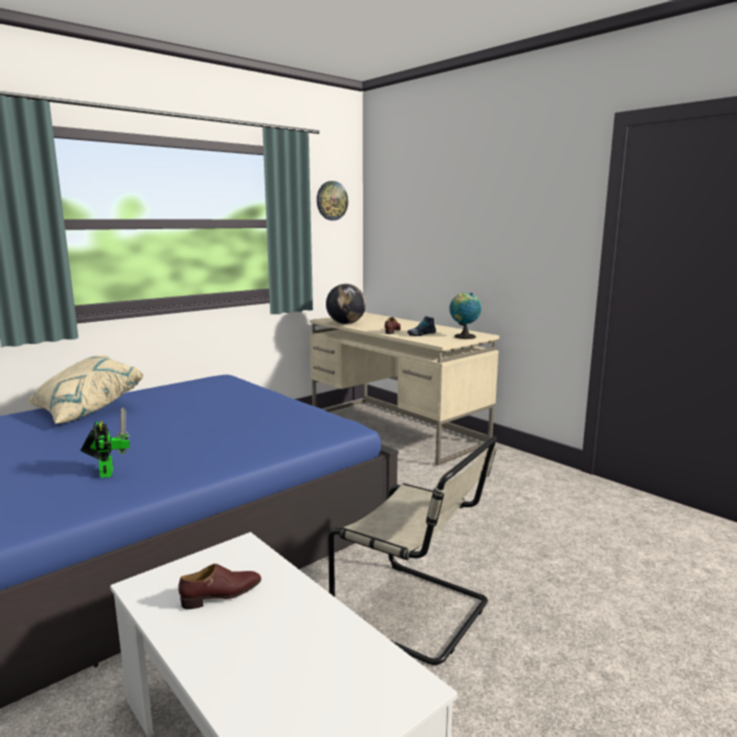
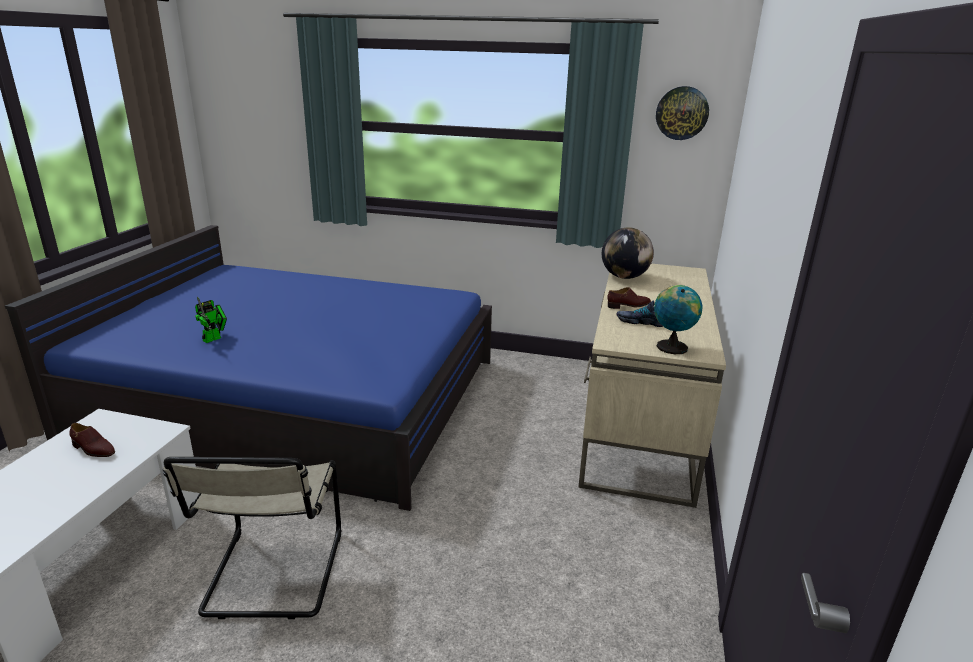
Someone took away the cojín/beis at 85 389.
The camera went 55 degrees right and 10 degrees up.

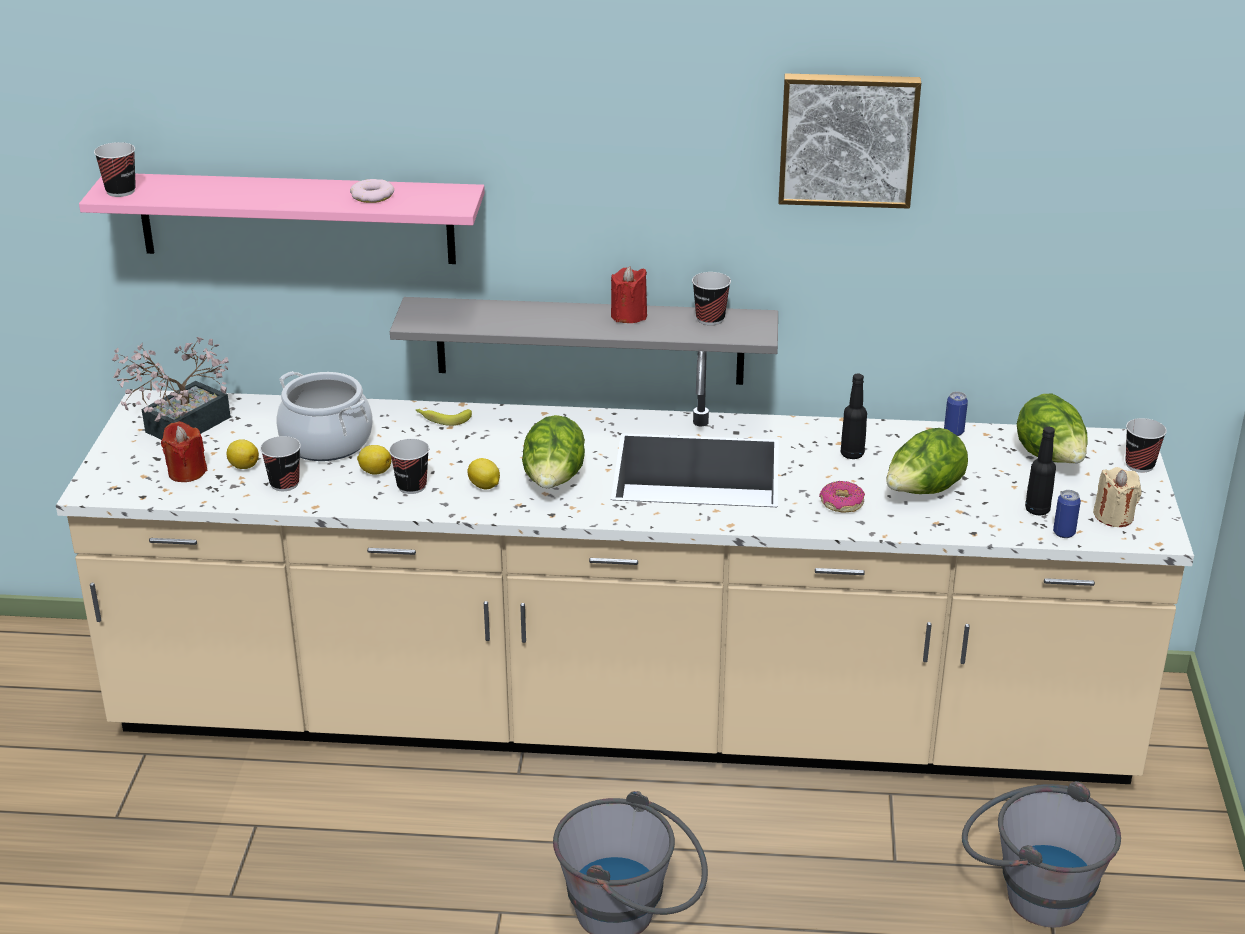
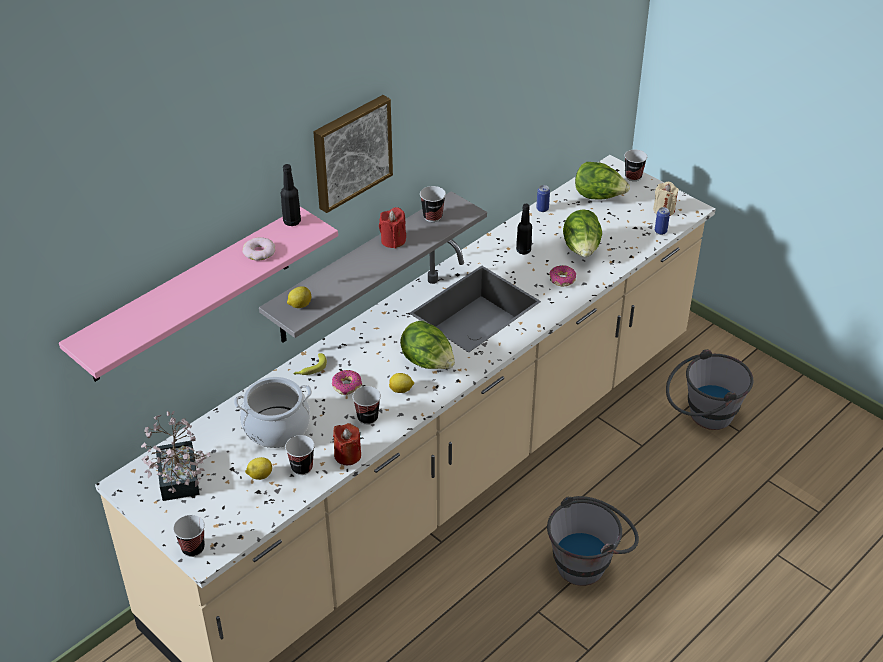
Someone put down the rosquilla at 347 382.
Someone carried the taza from 115 169 to 189 536.
Someone carried the vela/rojo from 184 451 to 347 444.
Someone carried the limón from 374 459 to 299 297.
Someone carried the cuadro from 849 141 to 353 154.
Someone carried the botella/negro from 1040 471 to 291 195.
The camera went 50 degrees left and 10 degrees up.

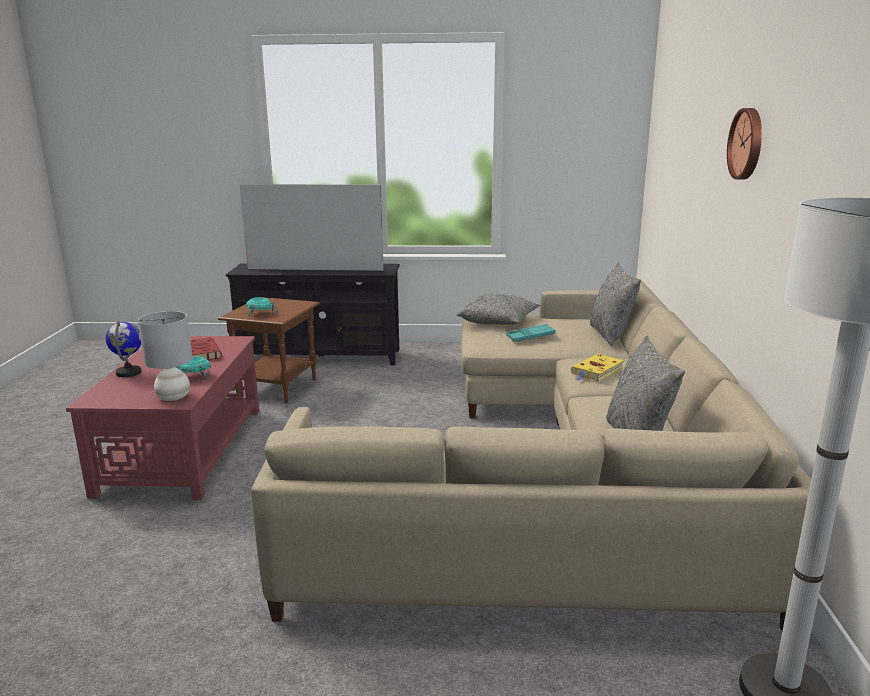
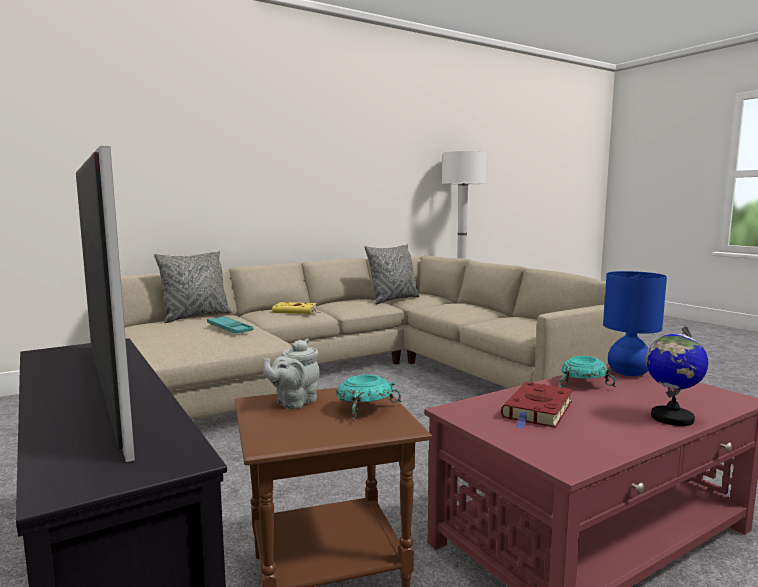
Someone took away the cojín/gris at 498 309.
Someone took away the reloj de pared at 744 144.
Someone put down the tetera/gris at 291 374.
Someone repainted the lámpara de mesa/gris at 165 356, which became the lámpara de mesa/azul at 635 323.
The camera went 125 degrees left and 10 degrees down.

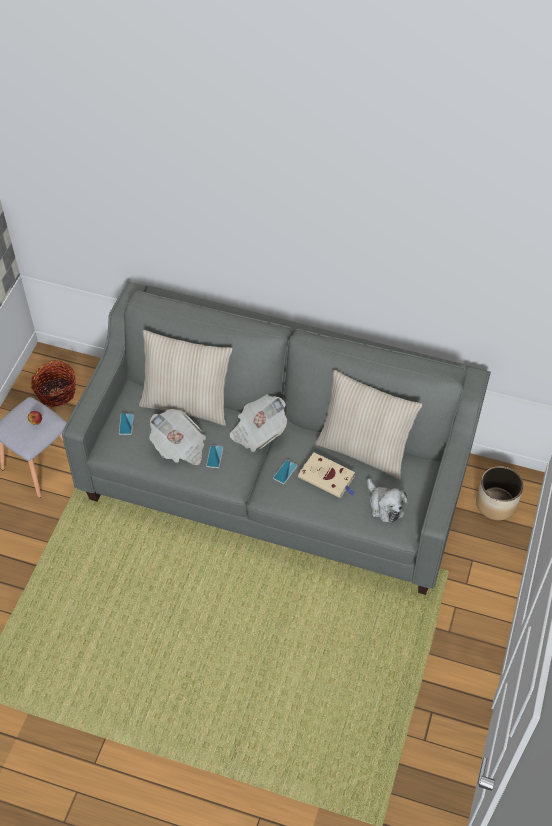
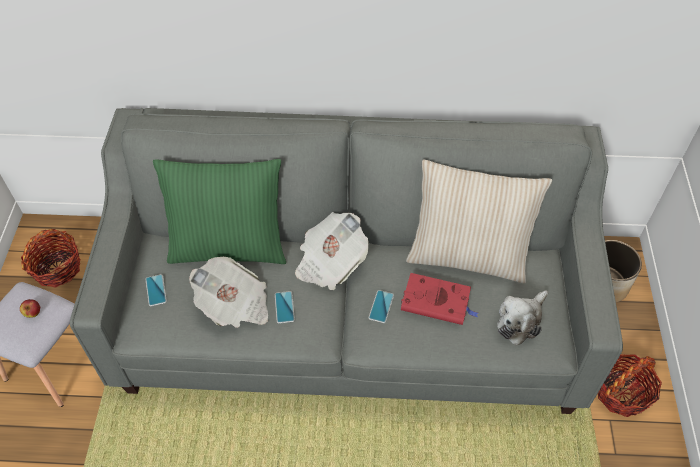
Someone put down the cesta at 630 385.
Someone repainted the cojín/beis at 186 378, which became the cojín/verde at 219 211.
Someone repainted the libro/beis at 326 475, which became the libro/rojo at 439 299.
Someone rotated the peluche at 387 500 by 90 degrees clockwise.
The camera went 15 degrees left and 0 degrees up.

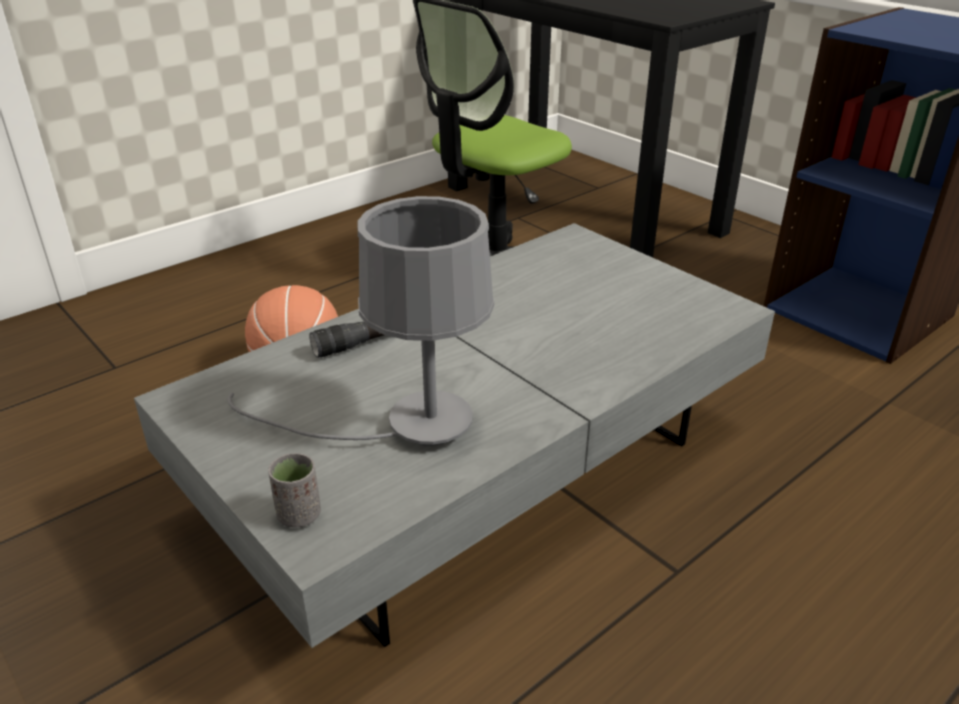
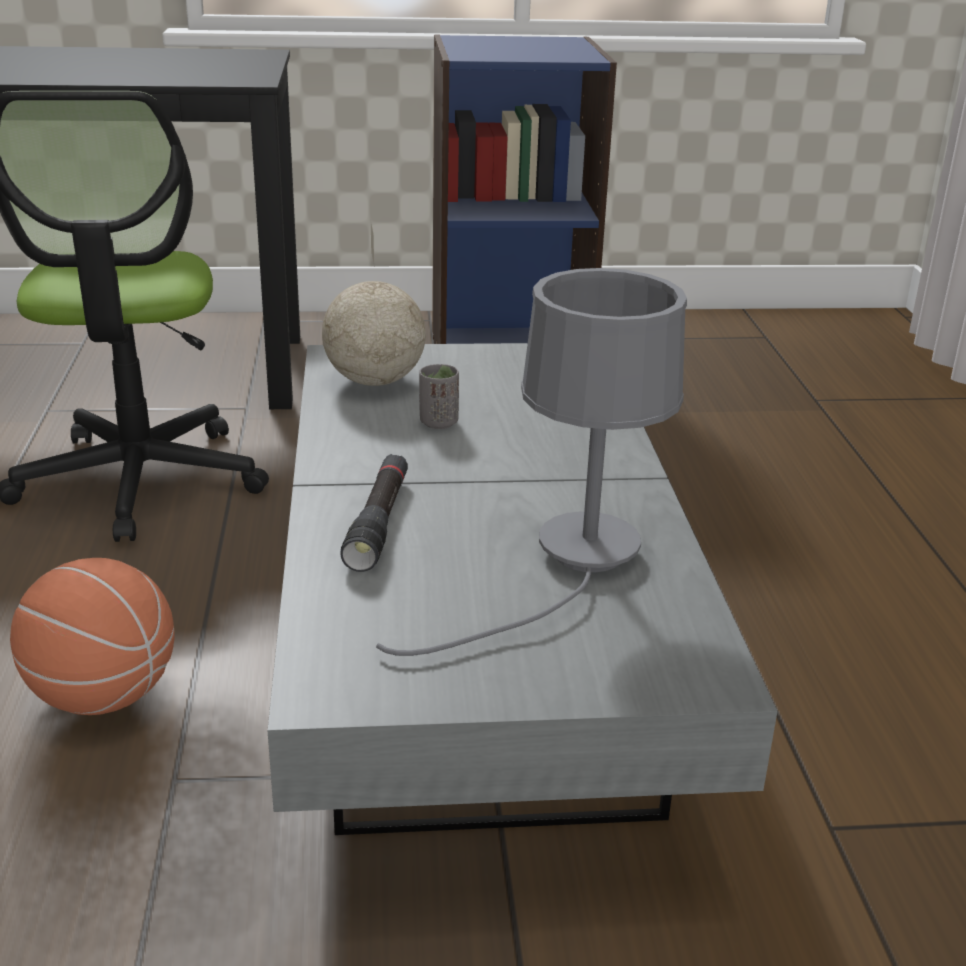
Someone put down the globo terráqueo at 374 305.
Someone carried the taza/gris from 294 490 to 439 396.
The camera went 55 degrees left and 5 degrees down.

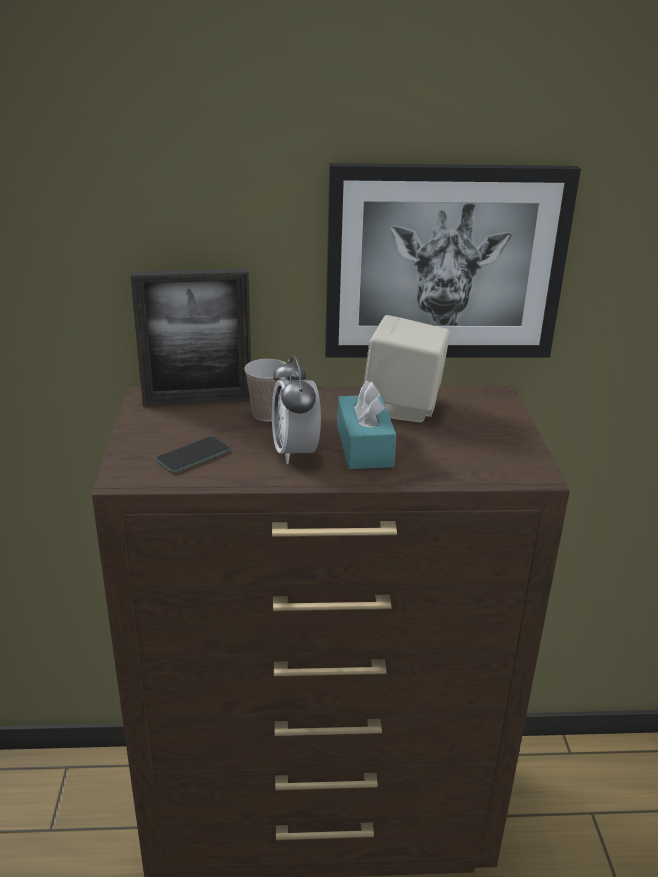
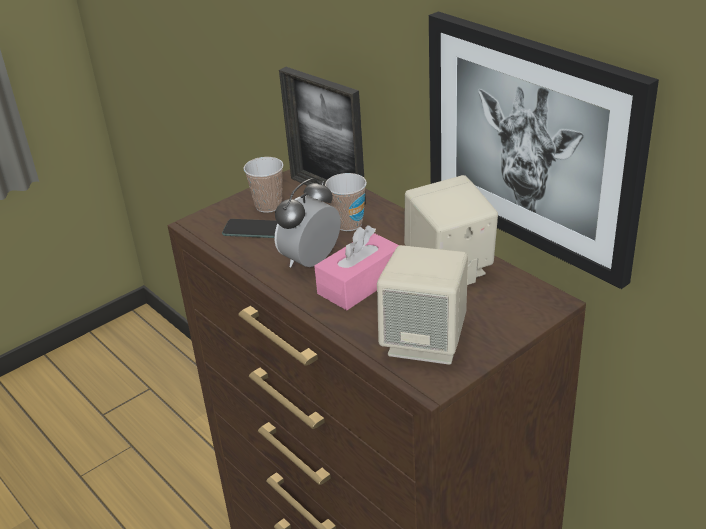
Someone put down the taza at 263 185.
Someone put down the altavoz/beis at 422 305.
Someone repainted the caja de pañuelos/turquesa at 366 424, which became the caja de pañuelos/rosa at 356 267.
The camera went 55 degrees right and 5 degrees up.

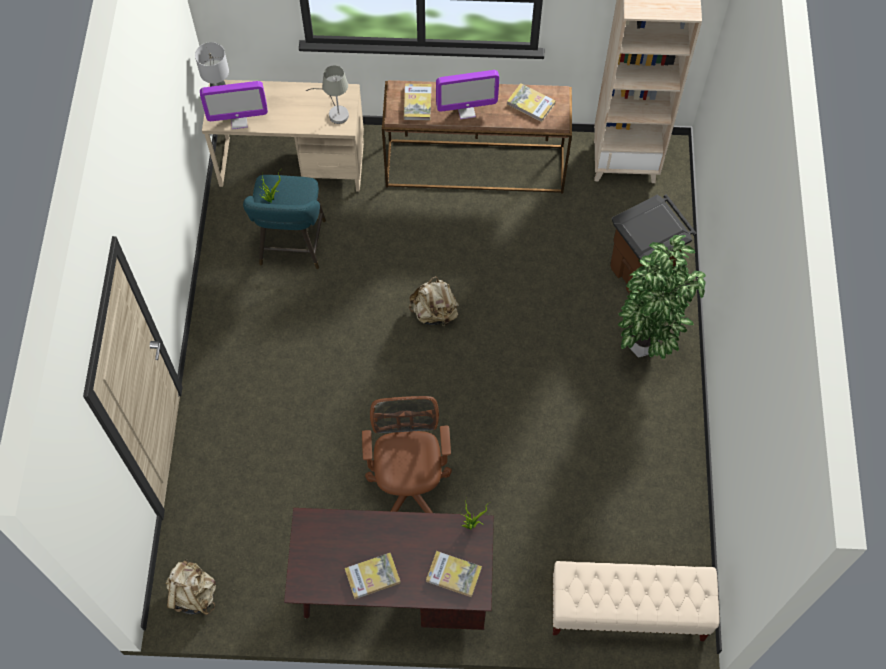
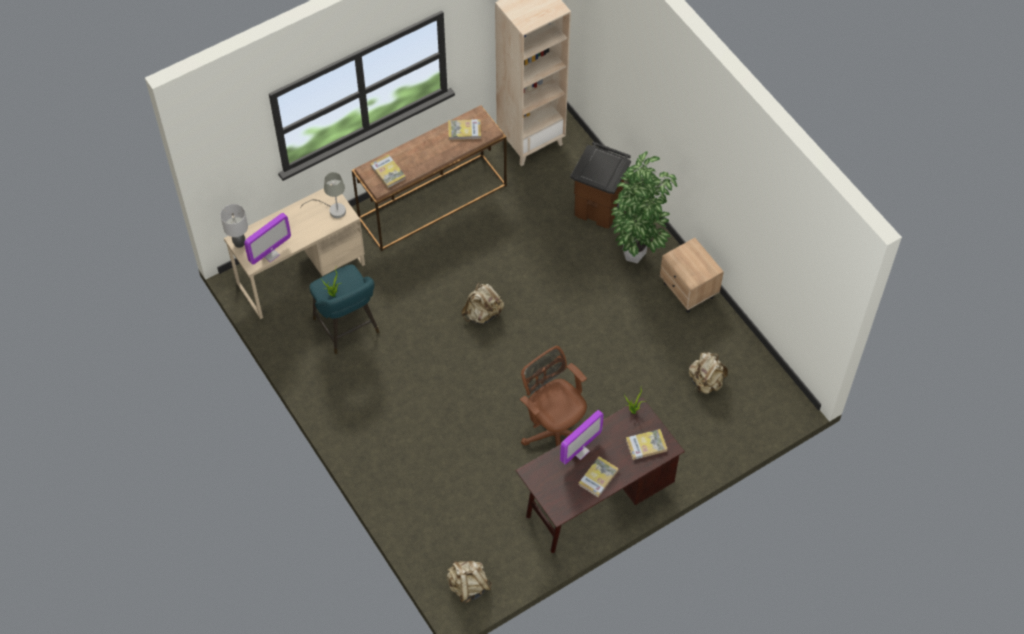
Someone took away the banco/beis at 636 601.
Someone put down the mesita de noche/beis at 692 275.
Someone put down the mochila/beis at 708 373.
Someone carried the monitor from 467 94 to 582 437.
The camera went 35 degrees left and 5 degrees down.

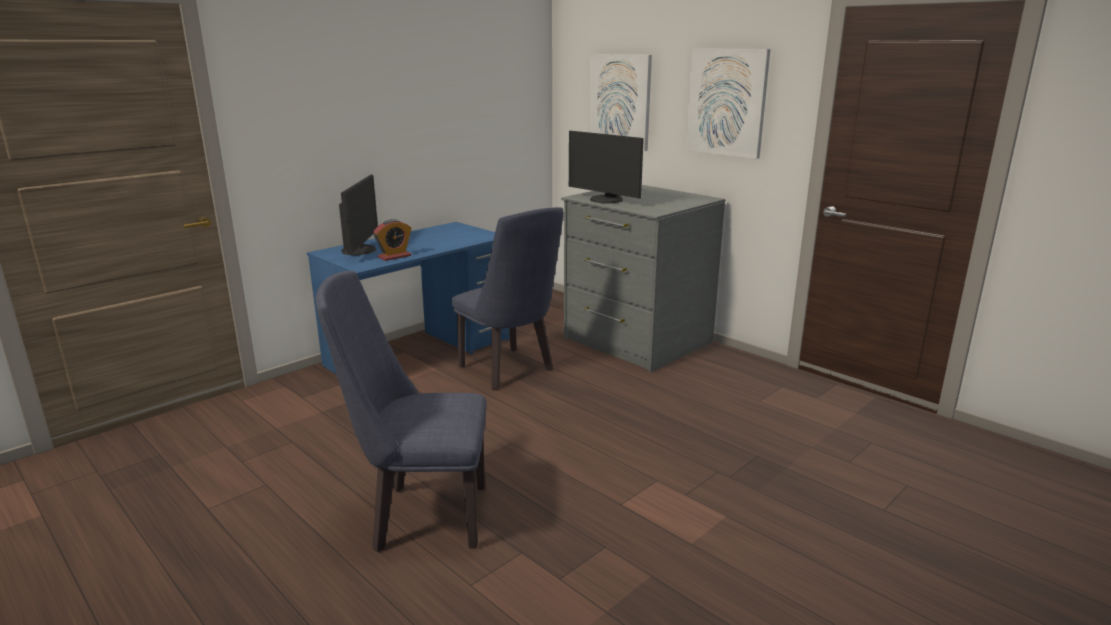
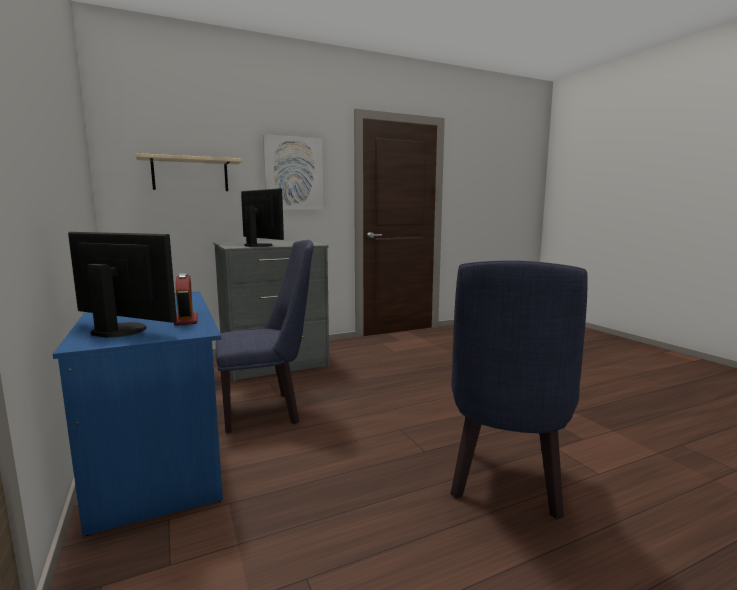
Someone swapped the cuadro at 620 102 for the estante/beis at 188 172.
Someone rotated the monitor at 606 167 by 105 degrees counterclockwise.
The camera went 70 degrees left and 10 degrees down.

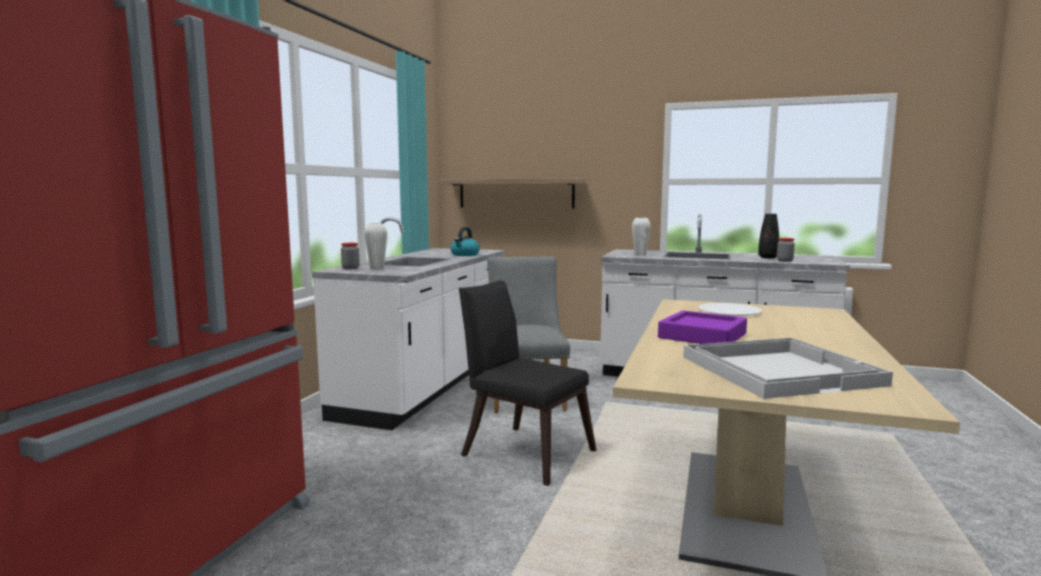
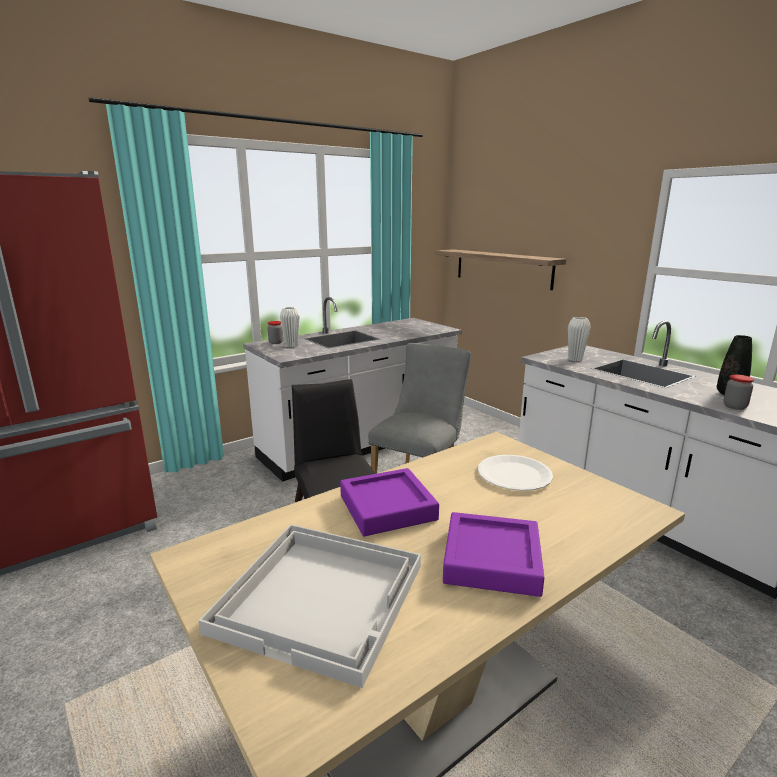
Someone took away the hervidor at 465 241.
Someone put down the bandeja/morado at 493 554.
The camera went 35 degrees right and 10 degrees up.

